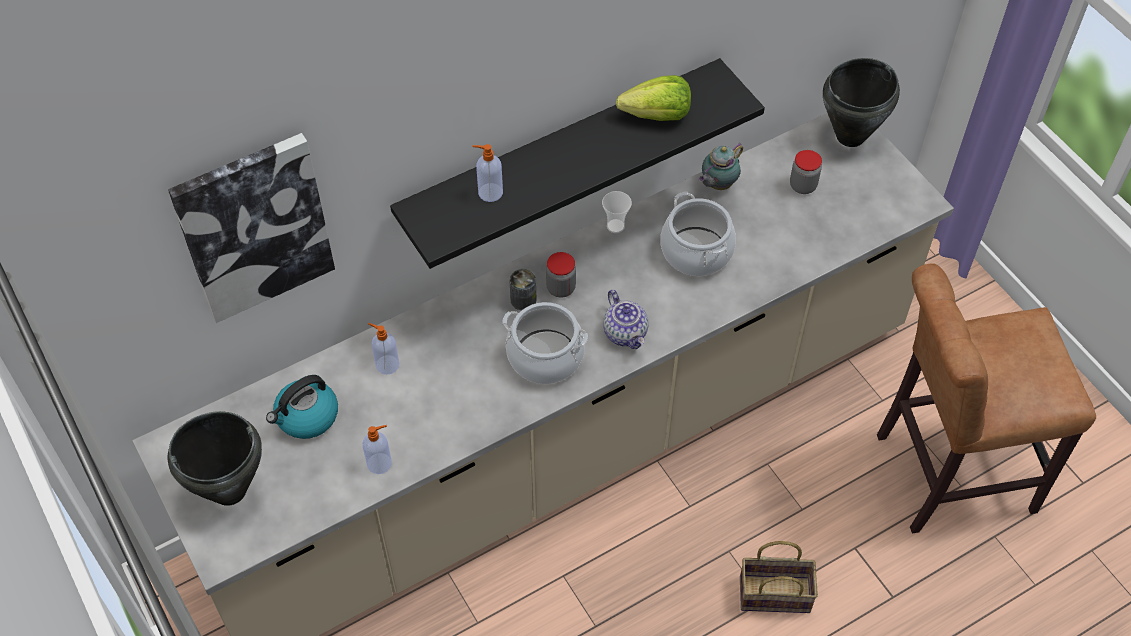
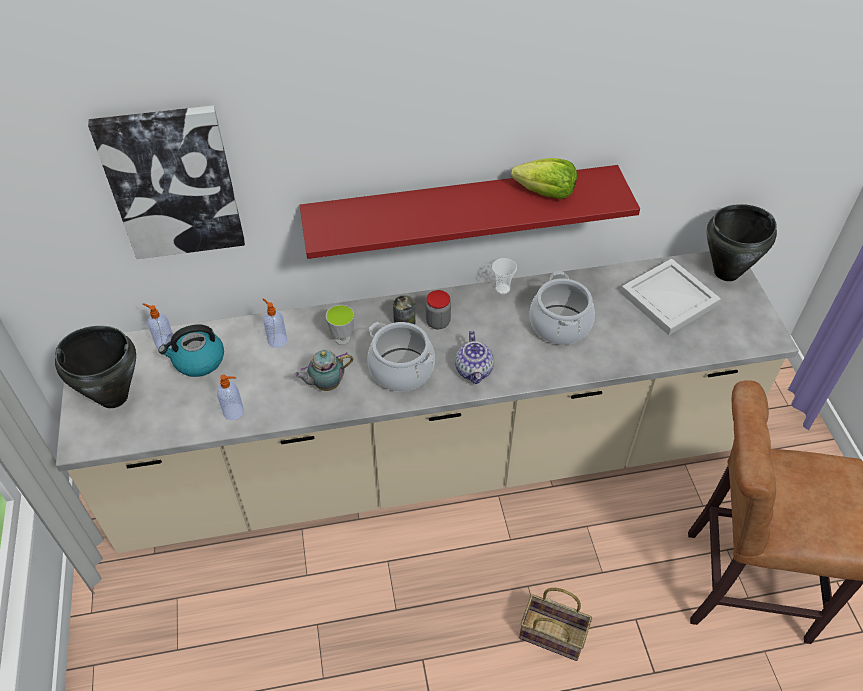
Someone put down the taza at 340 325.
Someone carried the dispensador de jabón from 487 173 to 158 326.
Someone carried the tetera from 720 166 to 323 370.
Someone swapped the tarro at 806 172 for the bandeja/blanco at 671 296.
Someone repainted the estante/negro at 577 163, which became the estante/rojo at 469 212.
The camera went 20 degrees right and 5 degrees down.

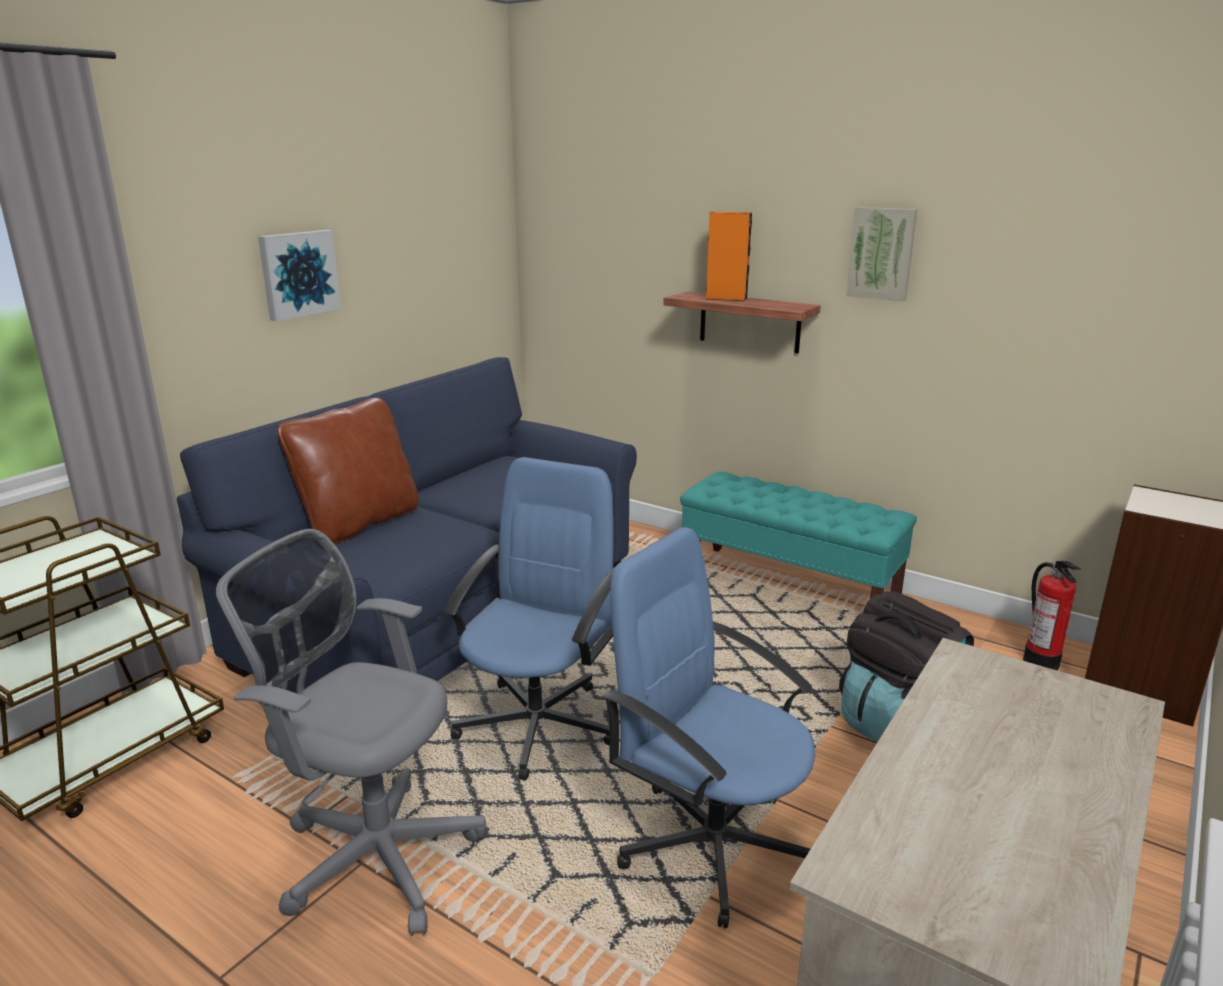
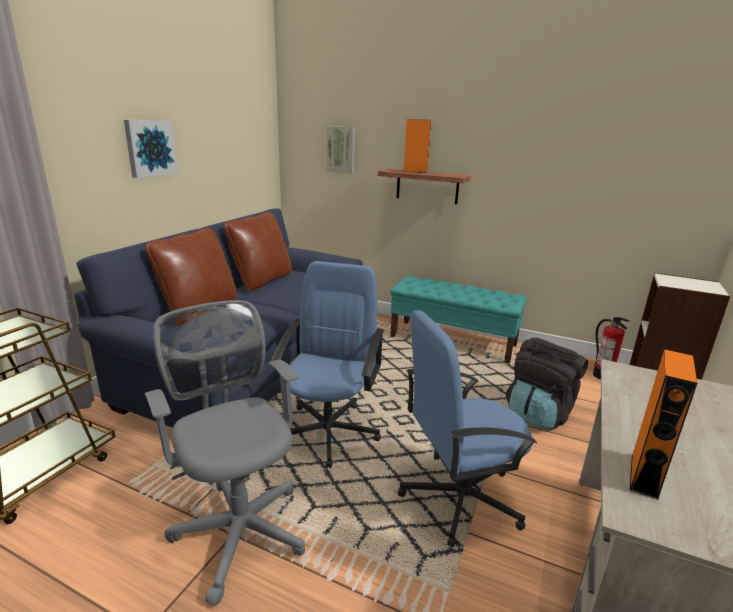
Someone put down the cojín/marrón at 258 252.
Someone put down the altavoz/naranja at 663 424.
Someone carried the cuadro from 882 254 to 340 150.
Someone rotated the silla de oficina/gris at 351 732 by 45 degrees clockwise.
Someone rotated the silla de oficina/azul at 709 727 by 45 degrees counterclockwise.
The camera went 10 degrees left and 0 degrees up.

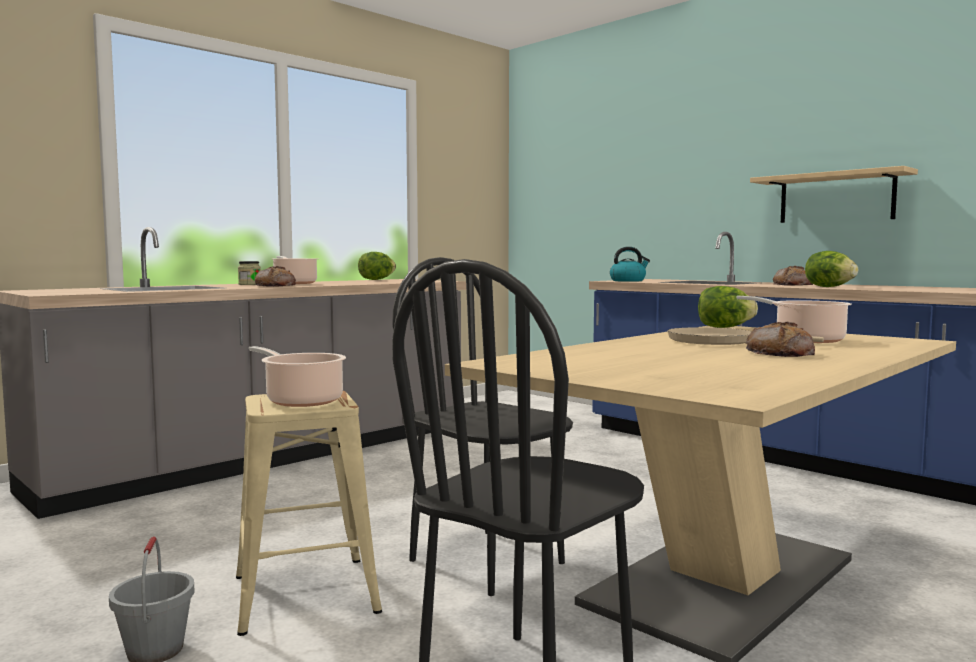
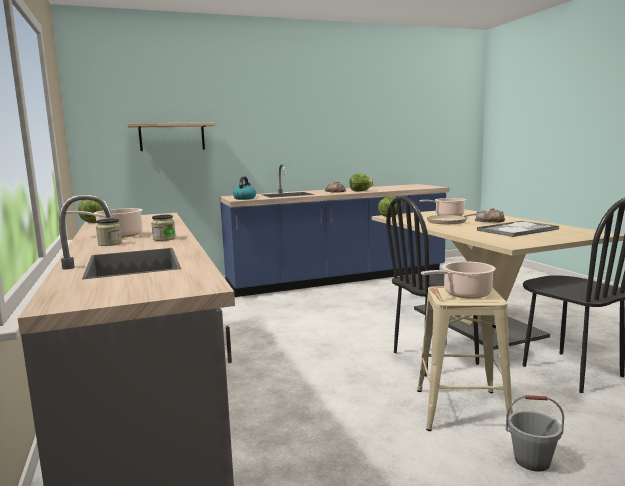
Someone put down the bandeja at 518 229.
Someone carried the estante/beis from 834 194 to 171 136.
Someone swapped the pan at 275 276 for the tarro at 163 227.
The camera went 65 degrees left and 5 degrees up.

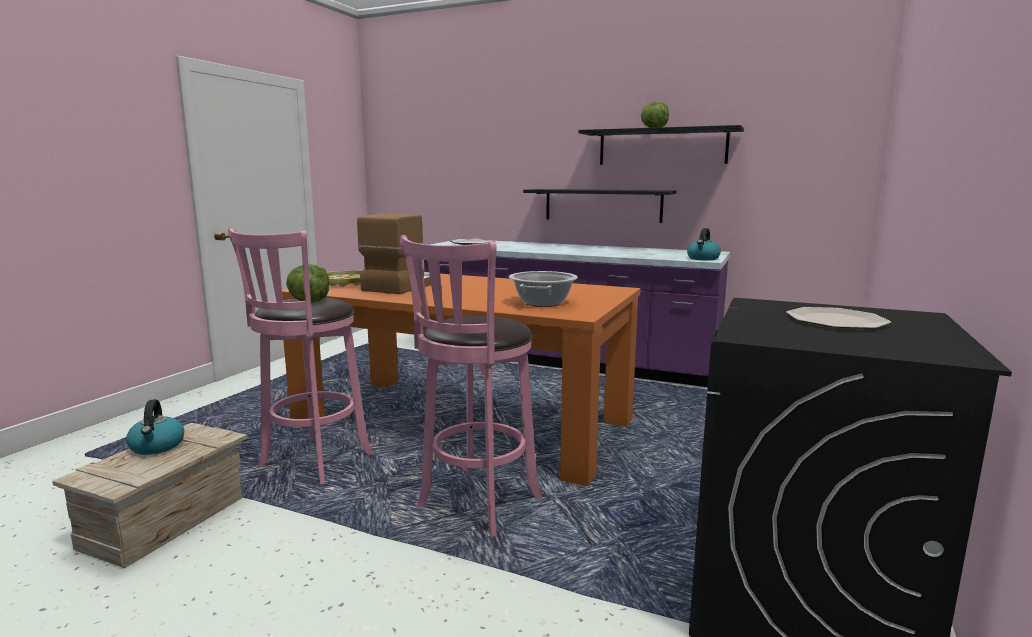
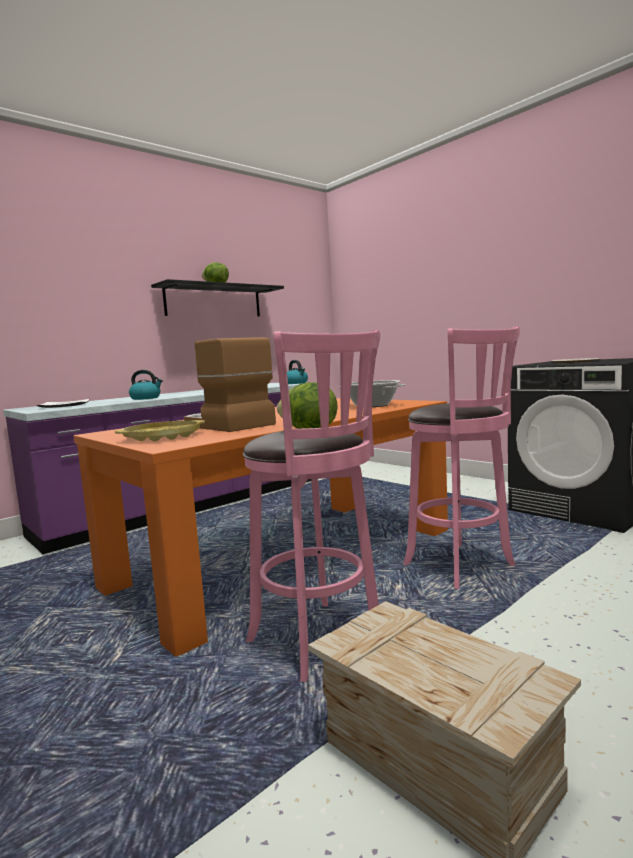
Someone took away the estante/negro at 599 206.
Someone carried the hervidor from 155 427 to 146 385.
The camera went 65 degrees left and 5 degrees down.

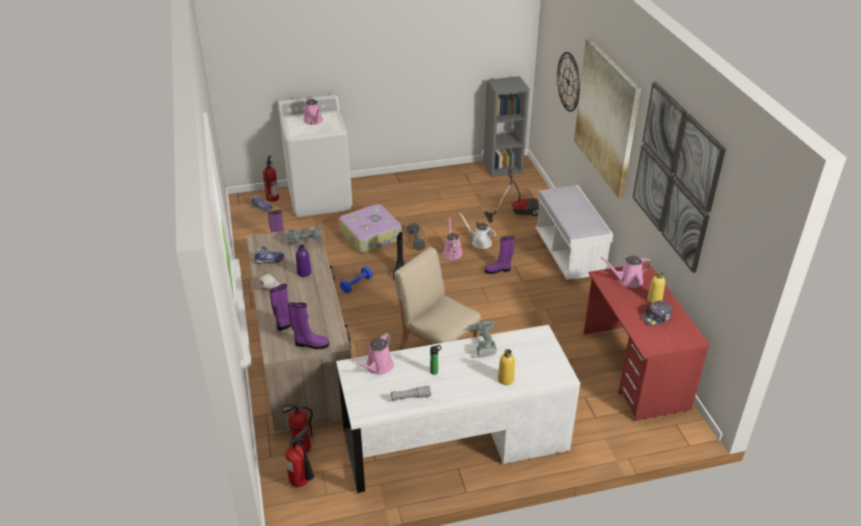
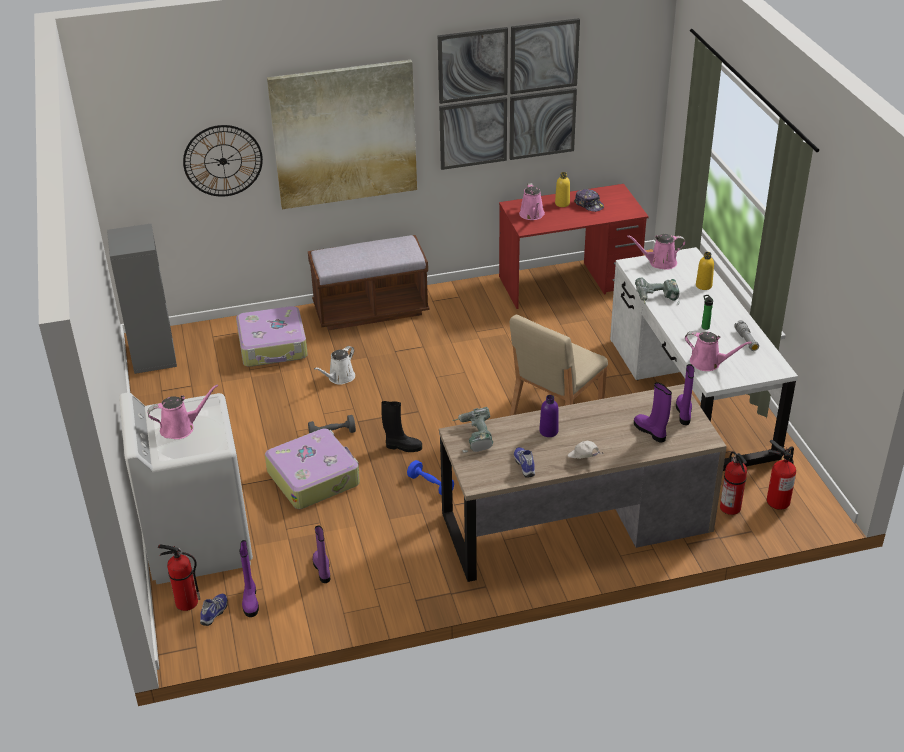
Someone carried the regadera/rosa from 453 238 to 656 252.
Someone carried the bota/morado from 499 255 to 249 578.
Someone swapped the aspiradora at 511 196 for the maleta at 272 336.
Someone repainted the banco/blanco at 574 232, which became the banco/marrón at 369 282.
The camera went 90 degrees left and 0 degrees up.

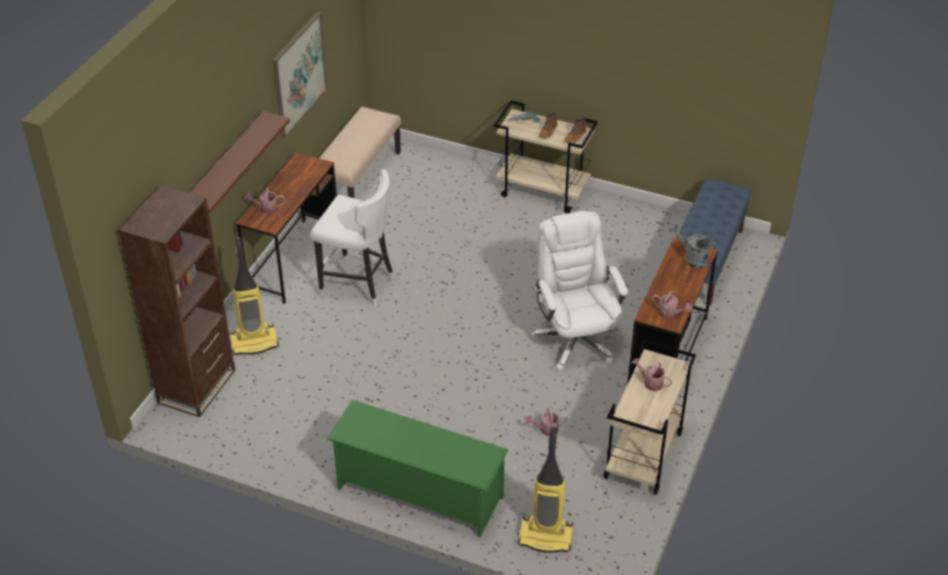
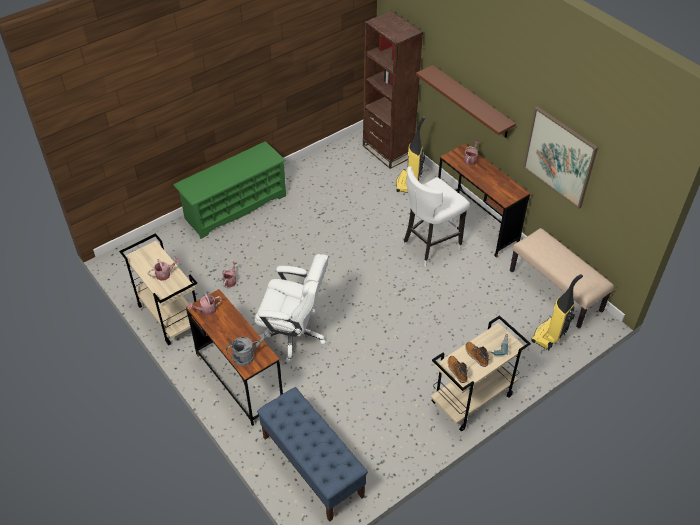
Someone carried the aspiradora from 545 490 to 557 312.
The camera went 120 degrees right and 5 degrees up.

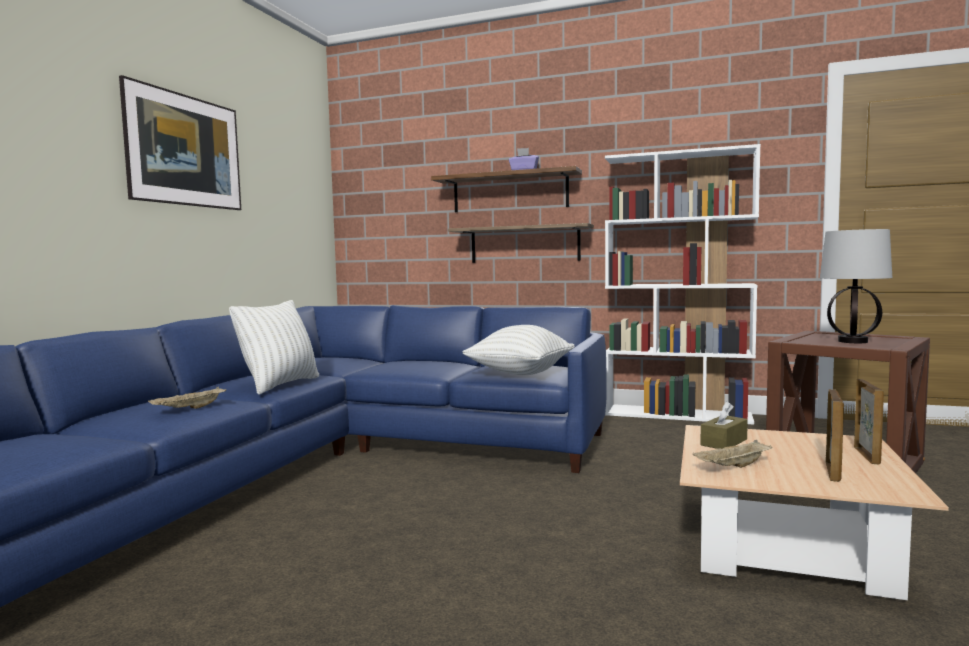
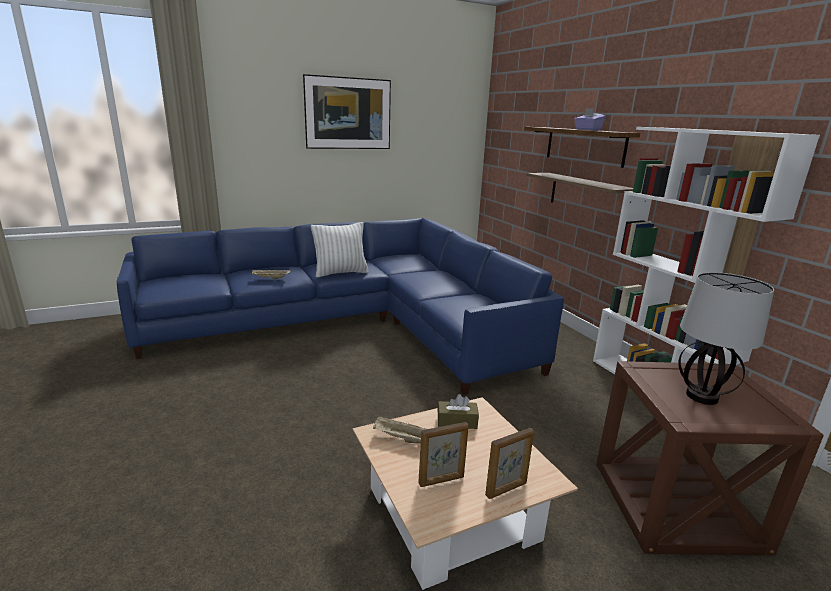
Someone took away the cojín/blanco at 518 350.
The camera went 45 degrees right and 15 degrees up.

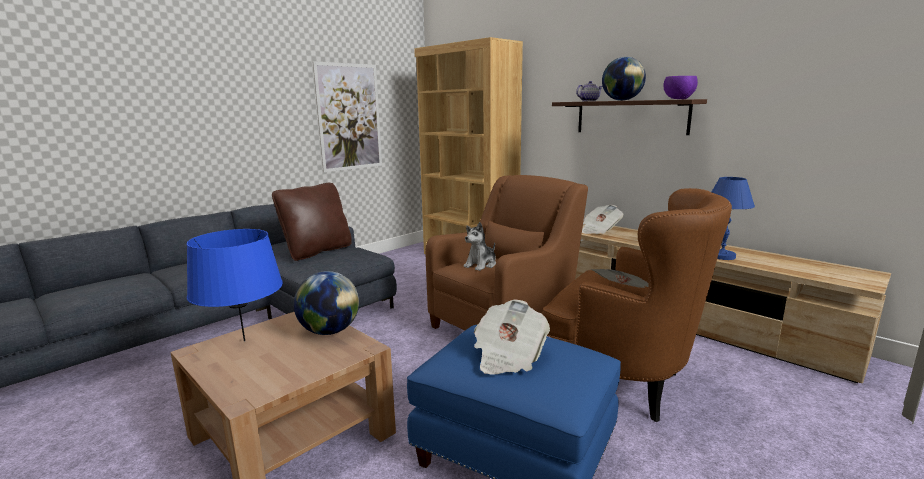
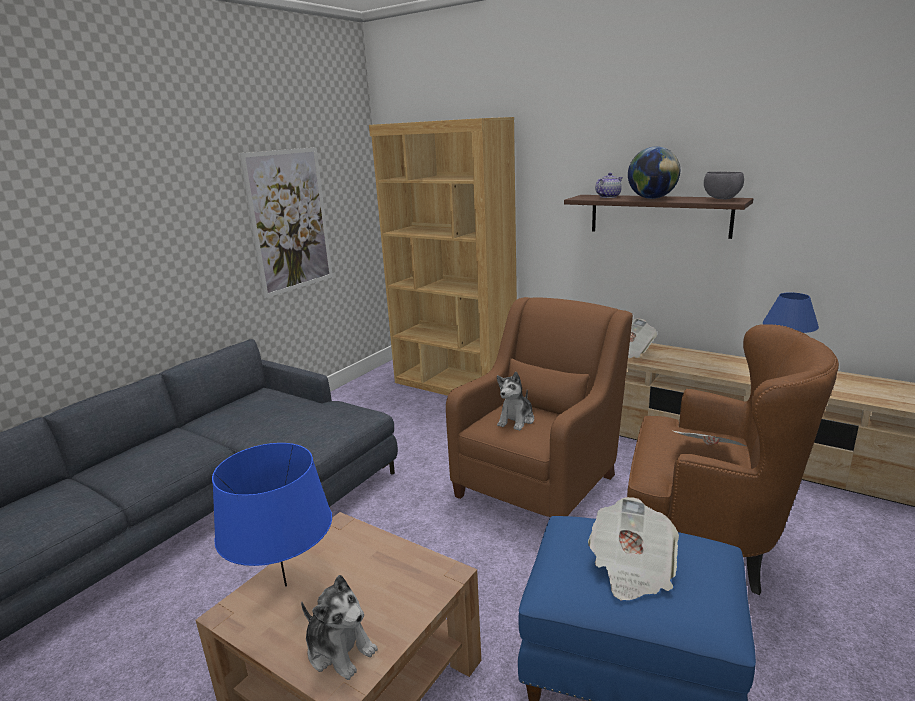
Someone took away the cojín/marrón at 312 222.
Someone took away the globo terráqueo at 326 303.
Someone put down the peluche at 339 627.
Someone repainted the cuenco/morado at 680 87, which became the cuenco/gris at 724 185.
The camera went 10 degrees left and 5 degrees up.

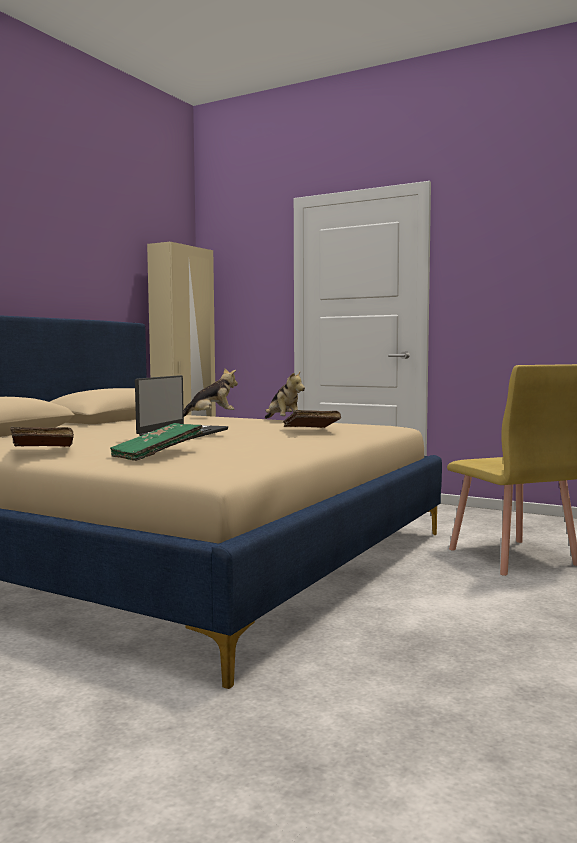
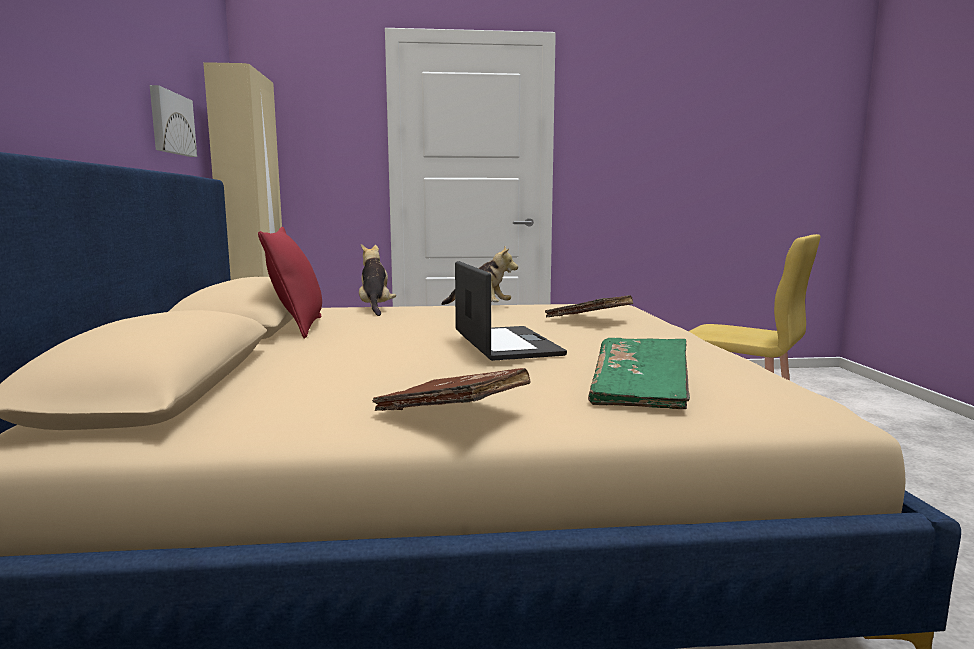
Someone put up the cuadro at 173 121.
Someone put down the cojín/rojo at 290 283.
Someone rotated the peluche at 211 392 by 45 degrees counterclockwise.
The camera went 35 degrees left and 5 degrees up.

